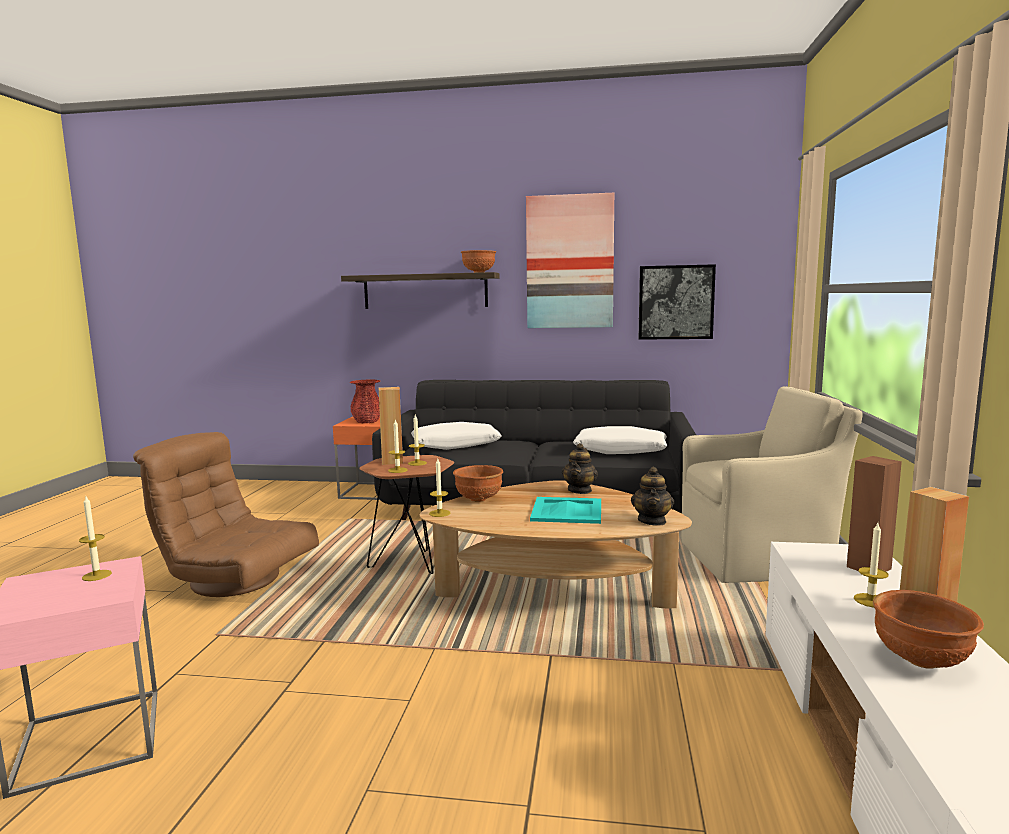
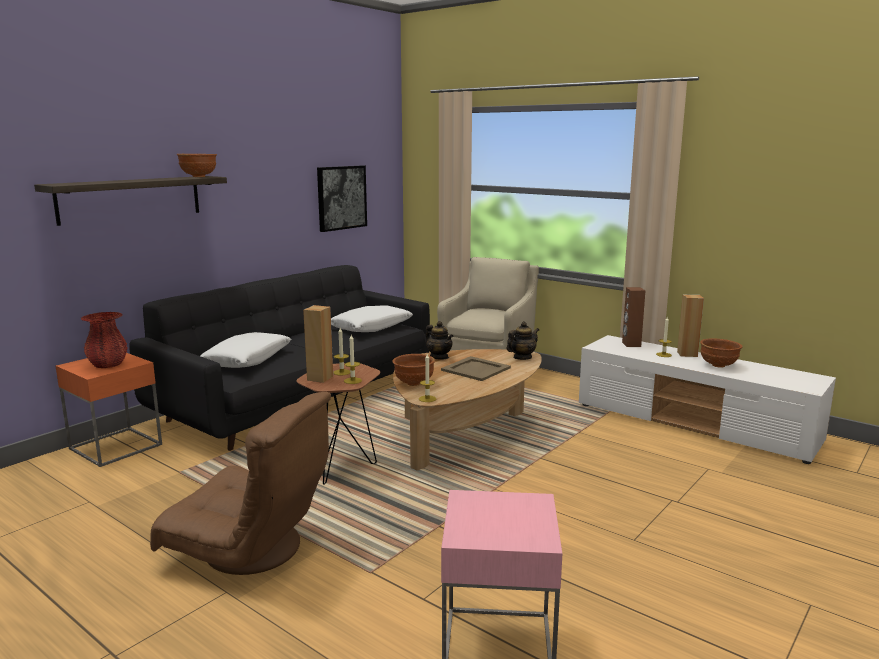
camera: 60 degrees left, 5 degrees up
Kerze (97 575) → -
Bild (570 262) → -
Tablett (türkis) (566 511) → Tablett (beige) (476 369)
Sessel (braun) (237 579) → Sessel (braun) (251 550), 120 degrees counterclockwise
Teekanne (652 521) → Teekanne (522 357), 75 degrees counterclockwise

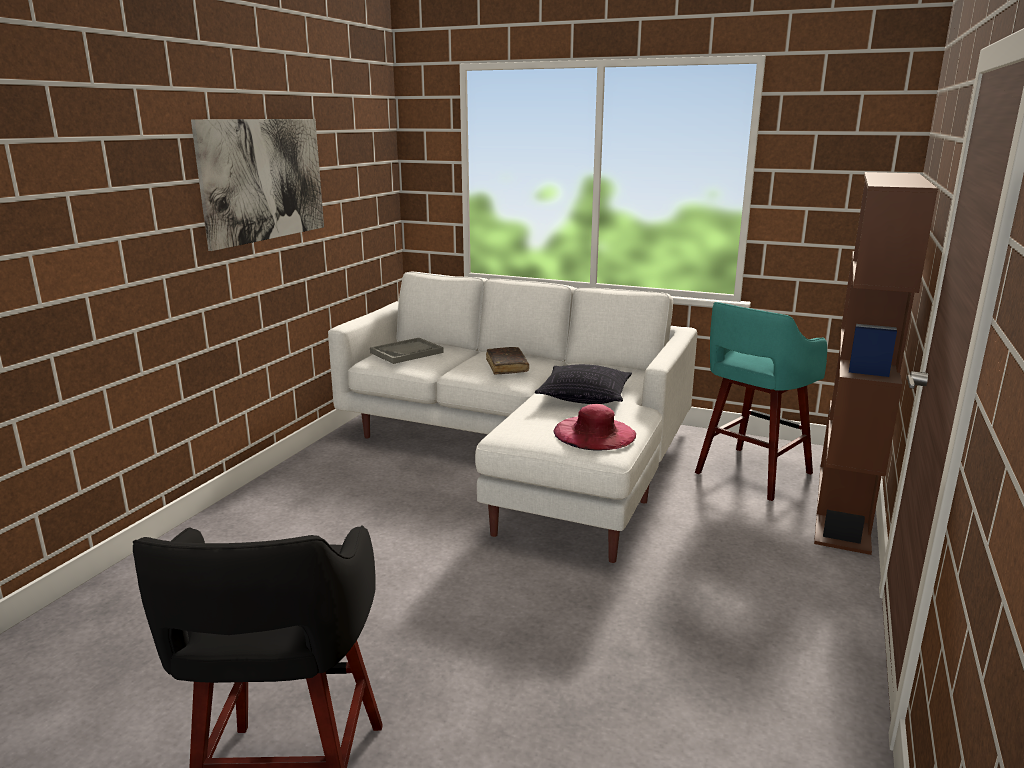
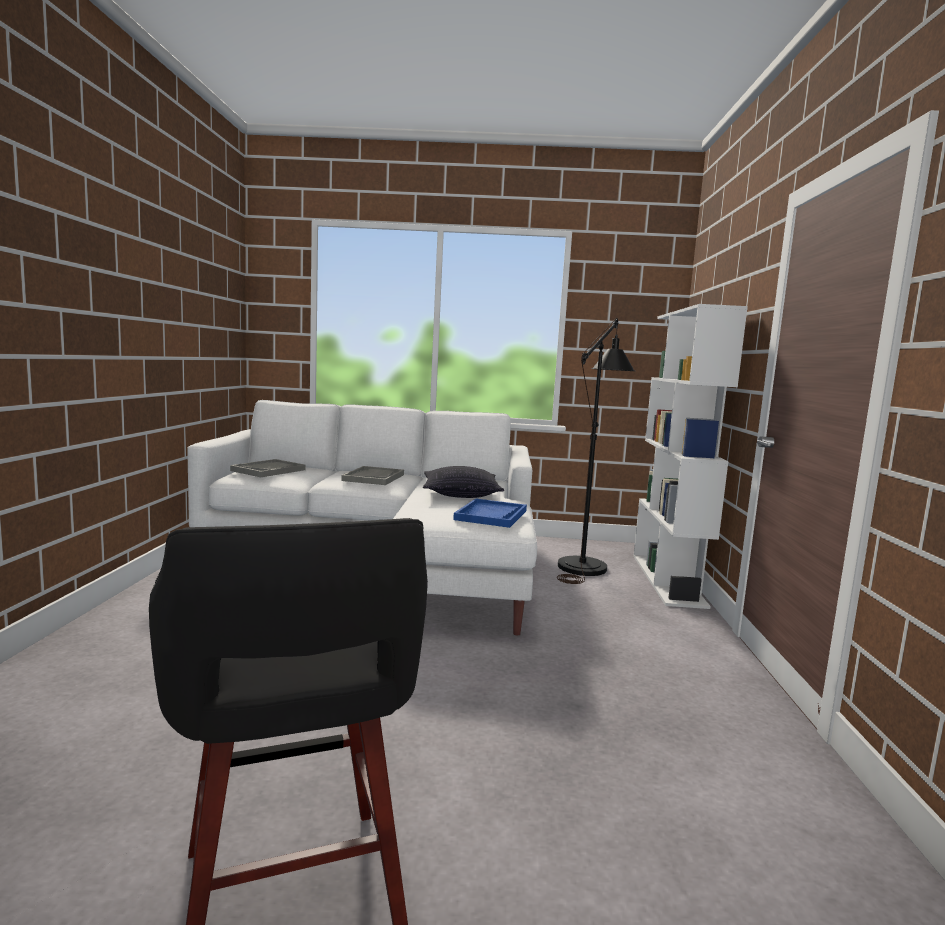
camera: 20 degrees left, 10 degrees down
Bild (264 180) → -
Buch (braun) (507 366) → Tablett (grau) (373 477)
Hut (rosa) (594 433) → Tablett (blau) (491 515)
Hocker (türkis) (751 474) → Stehlampe (schwarz) (586 563)
Bücherregal (braun) (844 507) → Bücherregal (weiß) (668 580)

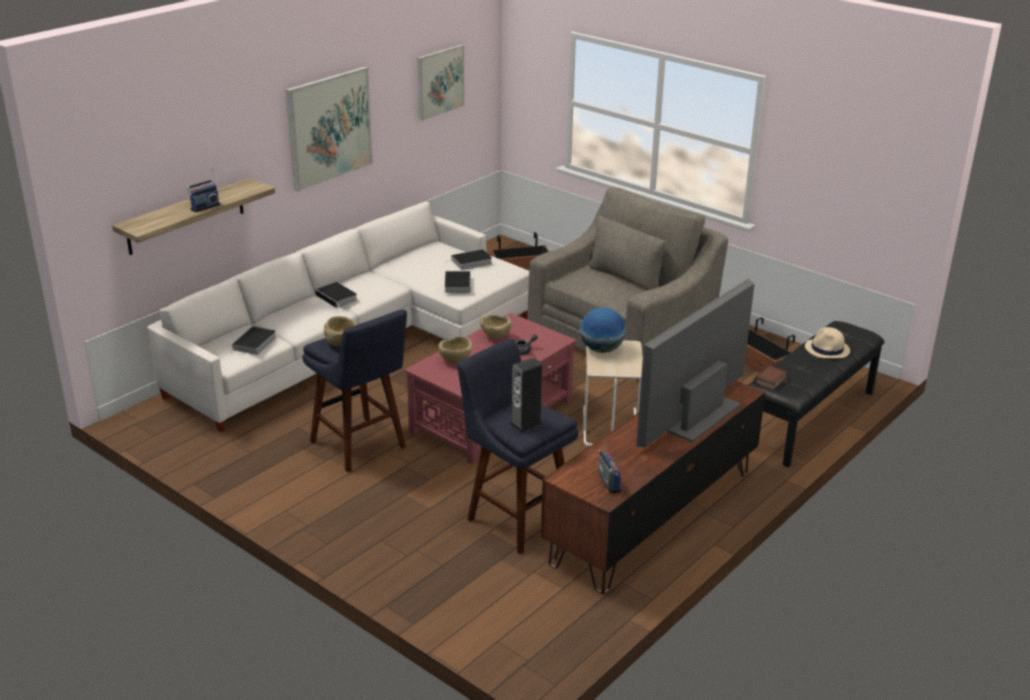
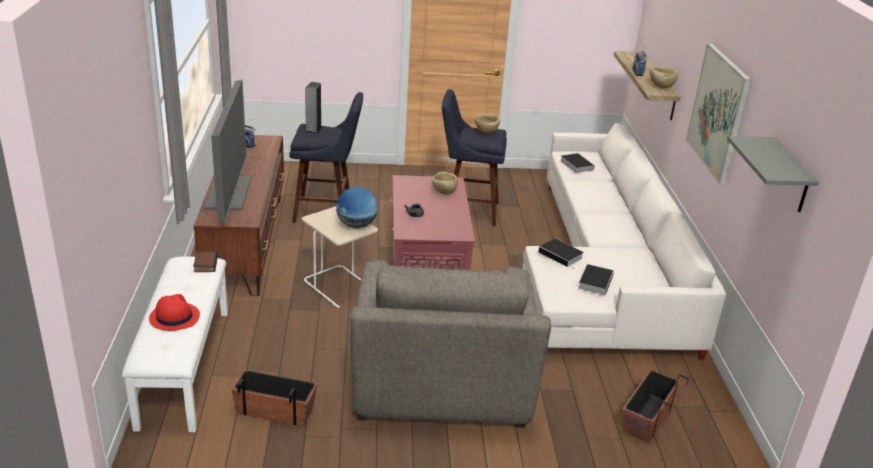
camera: 135 degrees right, 0 degrees up
Buch (337 298) → -
Schüssel (beige) (495 337) → Schüssel (beige) (660 86), relocated
Bild (440 82) → Wandregal (grau) (790 177)
Bank (schwarz) (809 419) → Bank (weiß) (183 366)
Hut (beige) (827 349) → Hut (rot) (174 317)

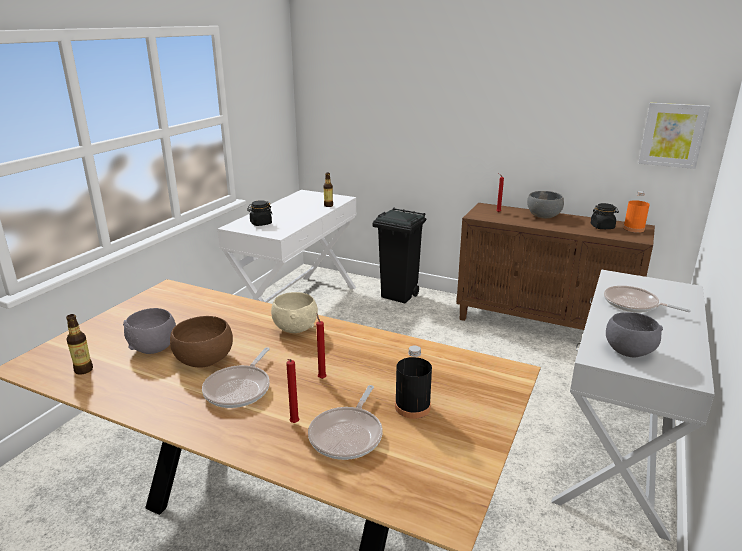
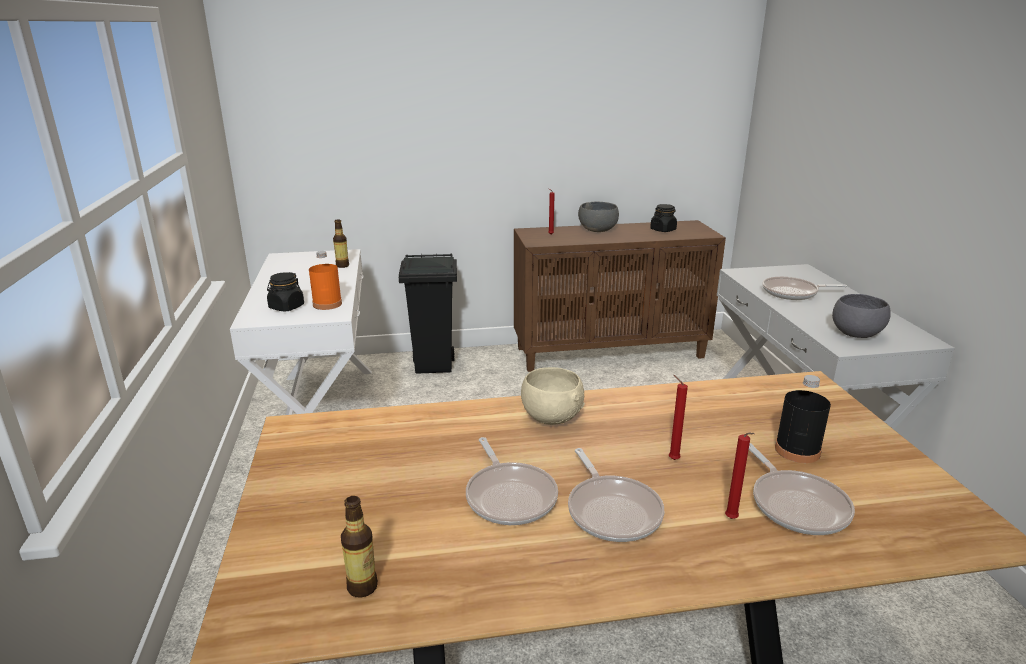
camera: 35 degrees left, 0 degrees up
Schüssel (grau) (154 348) → -
Bild (672 135) → -
Flasche (orange) (633 229) → Flasche (orange) (327 304), relocated
Schüssel (braun) (205 359) → Pfanne (509 496)

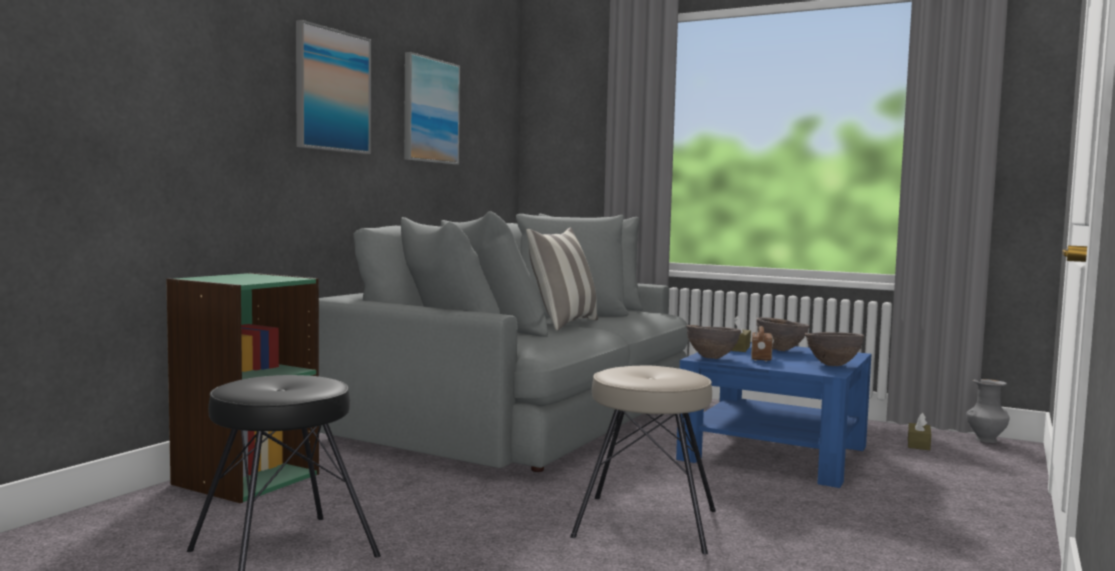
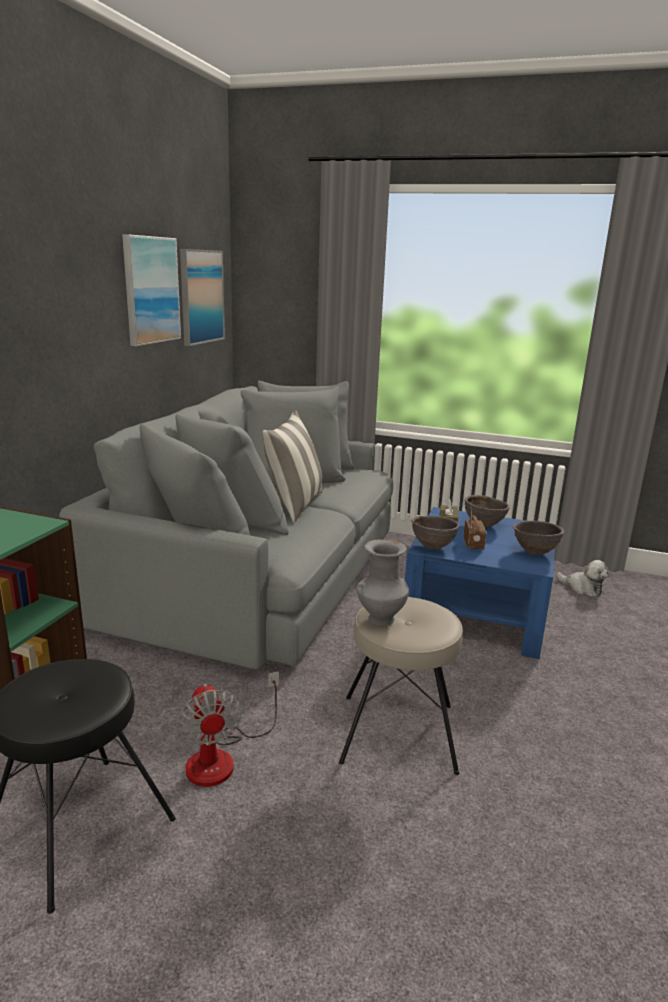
camera: 10 degrees left, 15 degrees up
- → Ventilator (222 757)
Bild (332 91) → Bild (201 297), relocated
Vase (grau) (985 440) → Vase (grau) (380 619), relocated
Taschentuchbox (braun) (918 444) → Plüschtier (582 588)

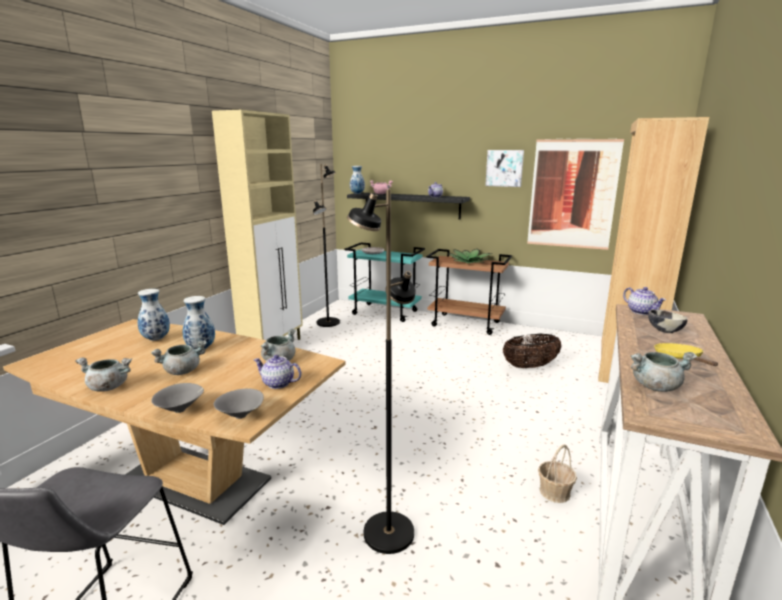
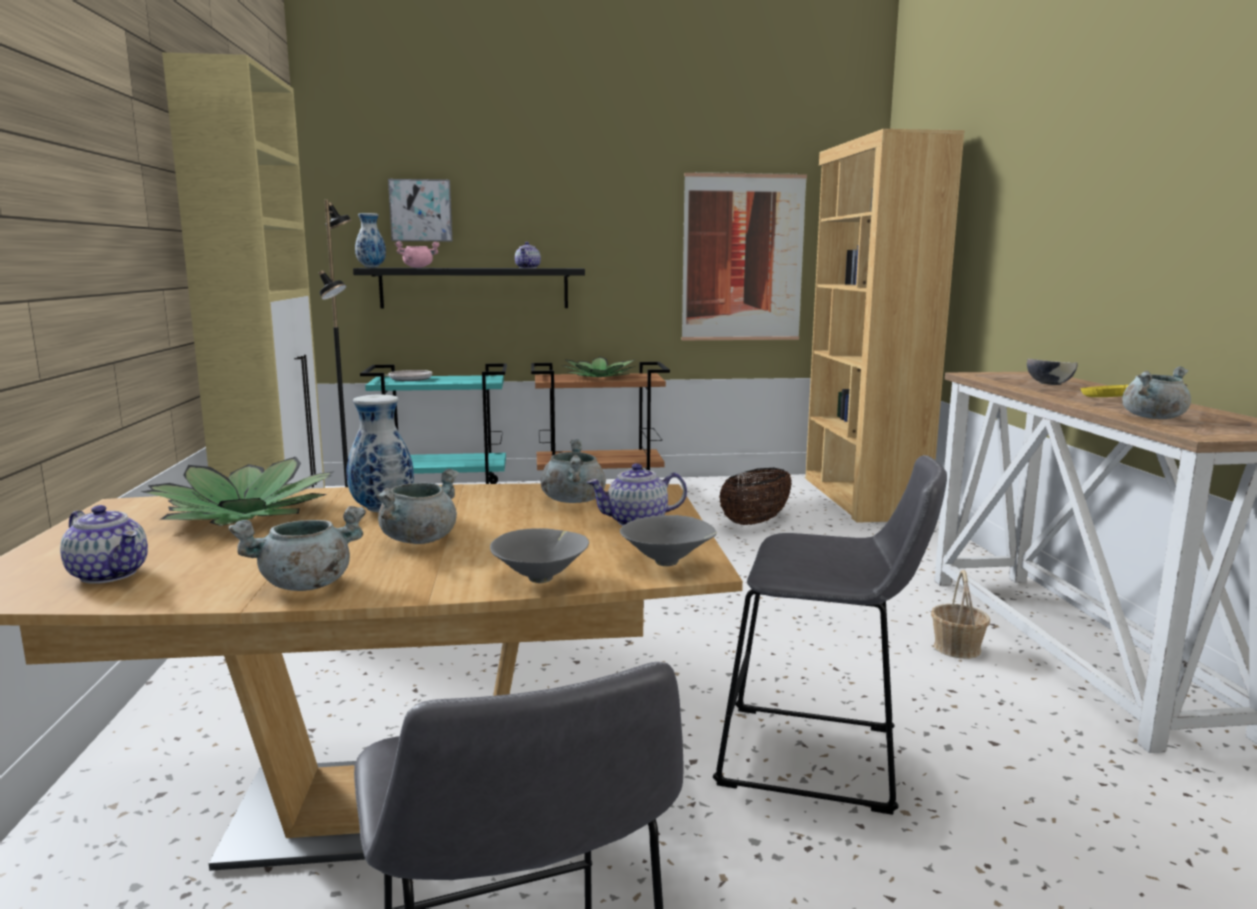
camera: 30 degrees left, 5 degrees down
Bild (504 168) → Bild (421 210), relocated
Teekanne (641 312) → Teekanne (110 574), relocated
Vase (157 339) → Topfpflanze (245 514)
Stehlampe (schwarz) (387 532) → Hocker (grau) (820 759)

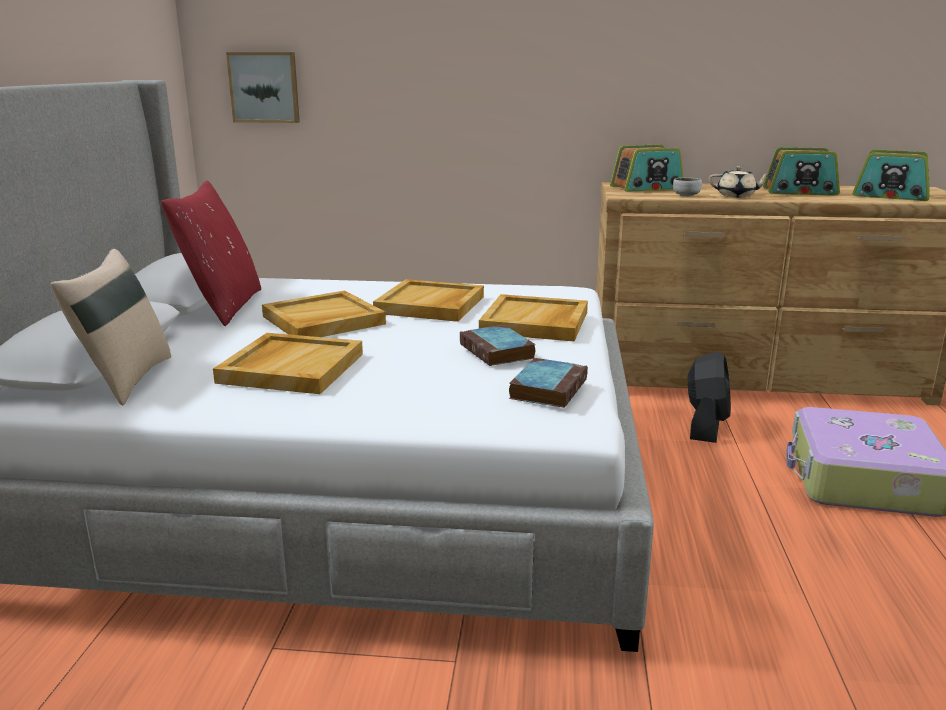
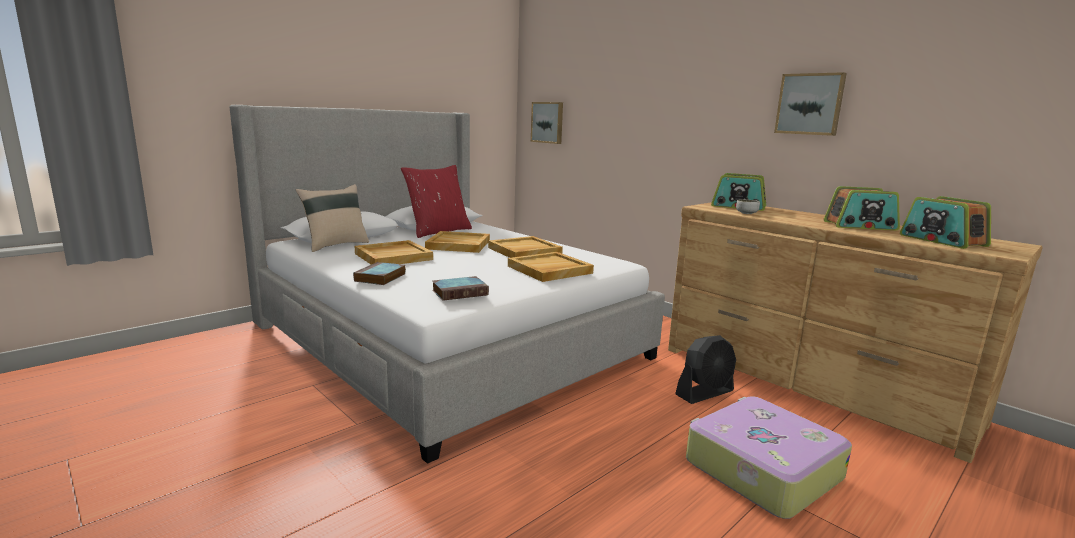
camera: 40 degrees right, 5 degrees down
Teekanne (beige) (736 195) → -
- → Bild (810 104)
Buch (498 351) → Buch (380 277), relocated
Radio (800 192) → Radio (860 226), 45 degrees counterclockwise

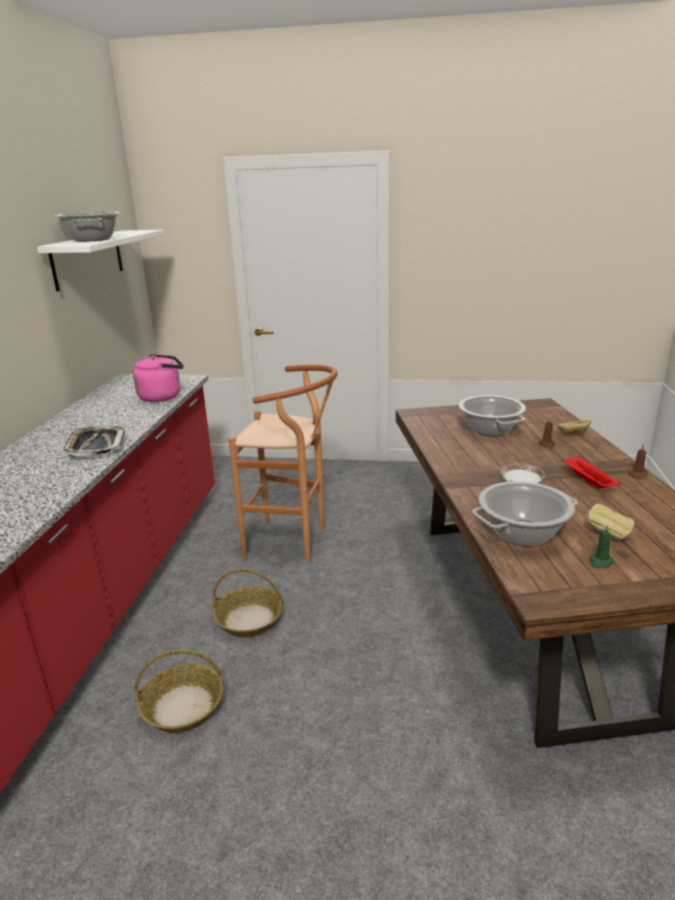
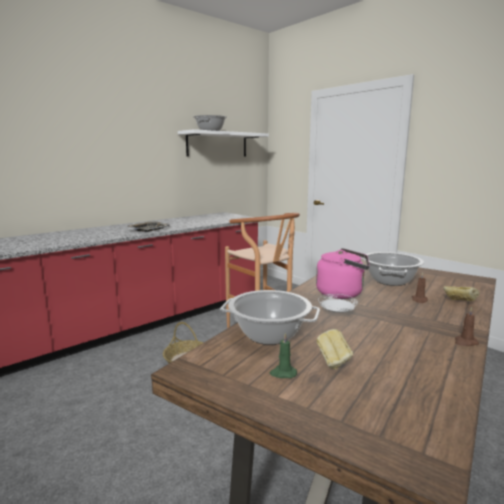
camera: 40 degrees right, 10 degrees down
Korb (182 707) → -
Tablett (rot) (587 481) → -
Wasserkessel (rosa) (162 396) → Wasserkessel (rosa) (342 293), relocated

